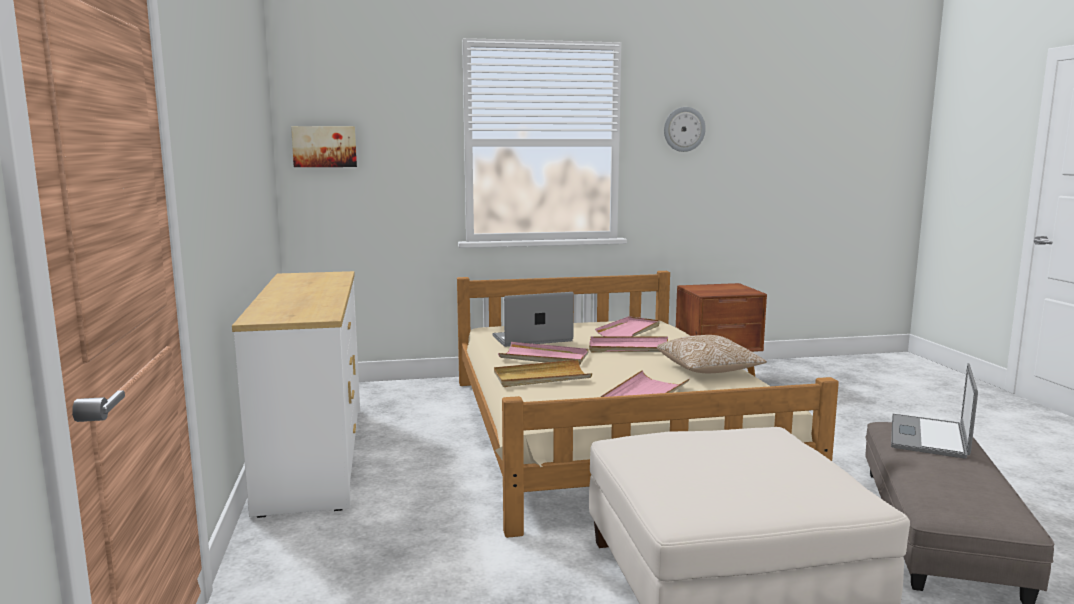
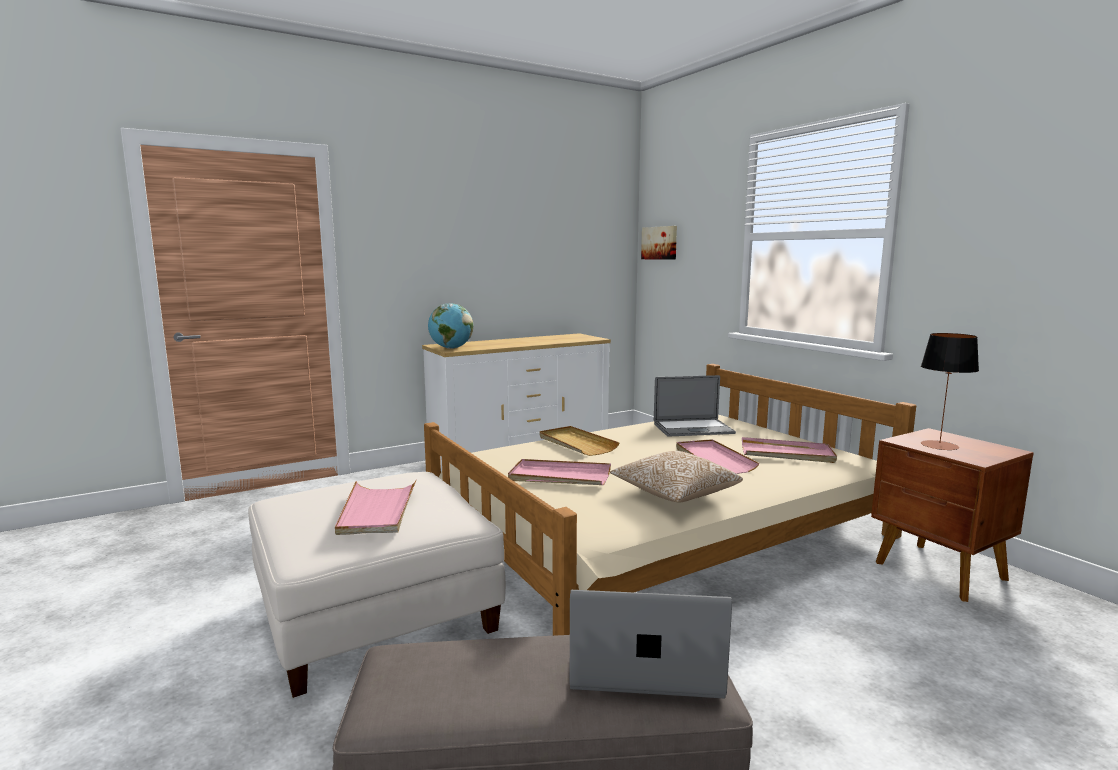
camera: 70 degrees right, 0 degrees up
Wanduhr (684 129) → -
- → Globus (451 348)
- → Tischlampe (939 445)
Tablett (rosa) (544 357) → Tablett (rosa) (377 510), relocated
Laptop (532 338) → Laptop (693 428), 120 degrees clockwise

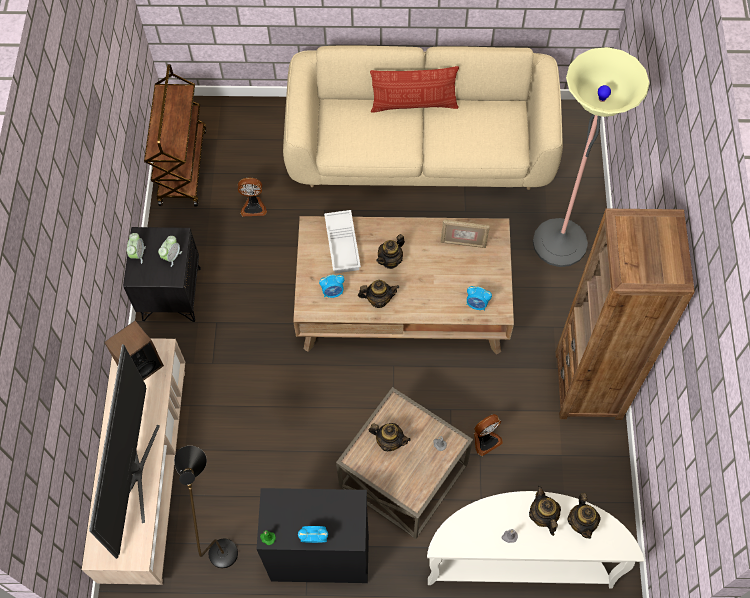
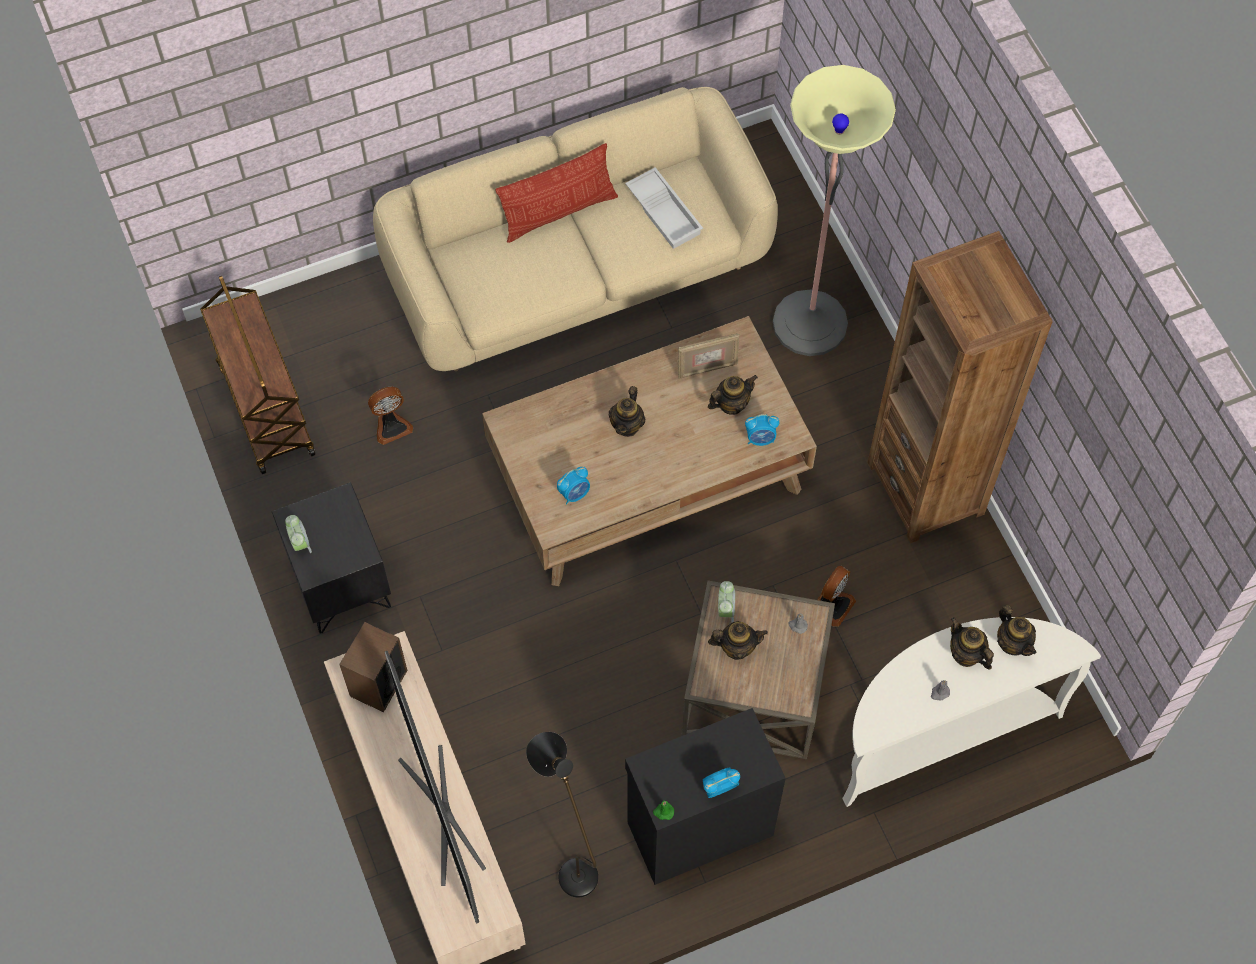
camera: 25 degrees left, 0 degrees up
Wecker (172 256) → Wecker (725 609), relocated
Tablett (weiß) (343 244) → Tablett (weiß) (665 212), relocated
Teekanne (378 299) → Teekanne (731 404), relocated

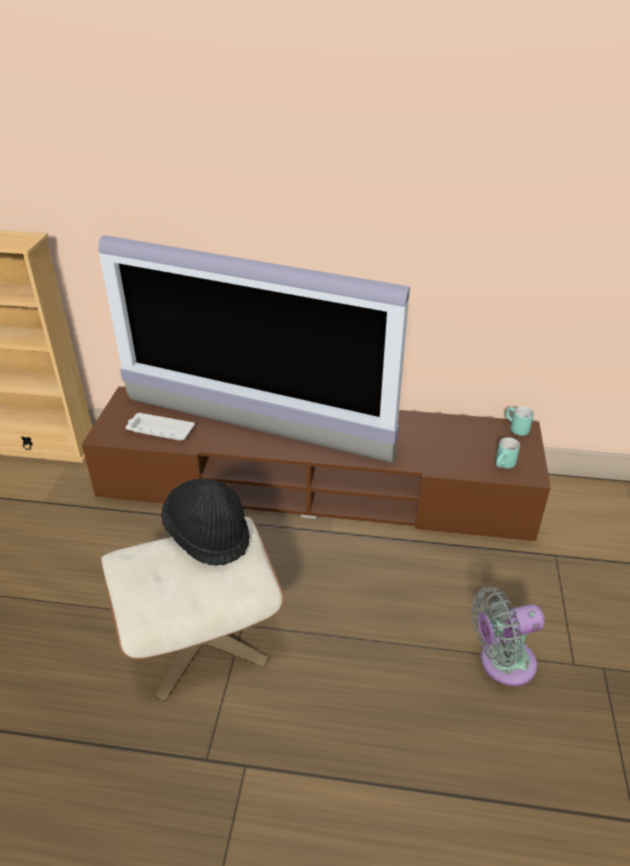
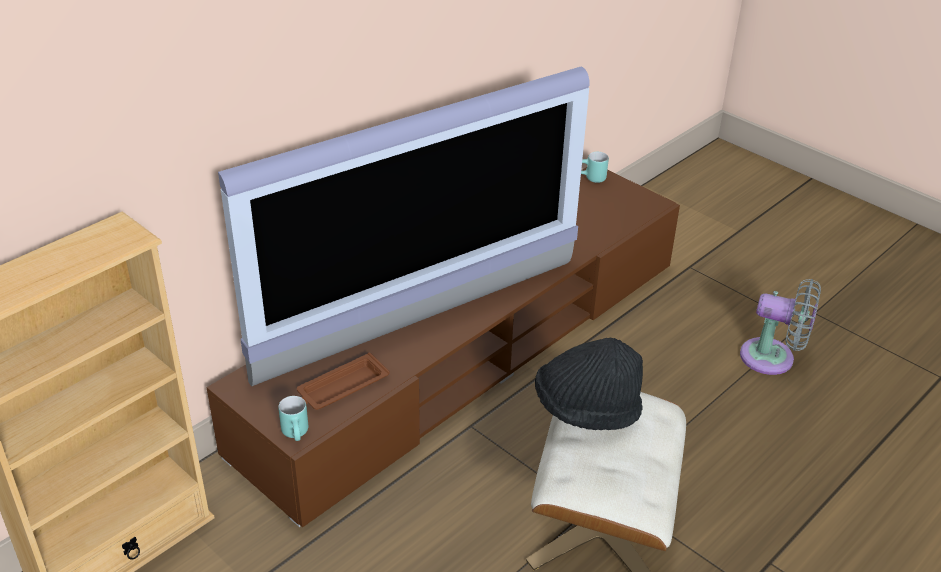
camera: 55 degrees left, 0 degrees up
Henkelbecher (türkis) (504 466) → Henkelbecher (türkis) (298 434), relocated
Tablett (weiß) (159 430) → Tablett (braun) (342 387)
Ventilator (grau) (501 663) → Ventilator (grau) (773 358), 90 degrees counterclockwise

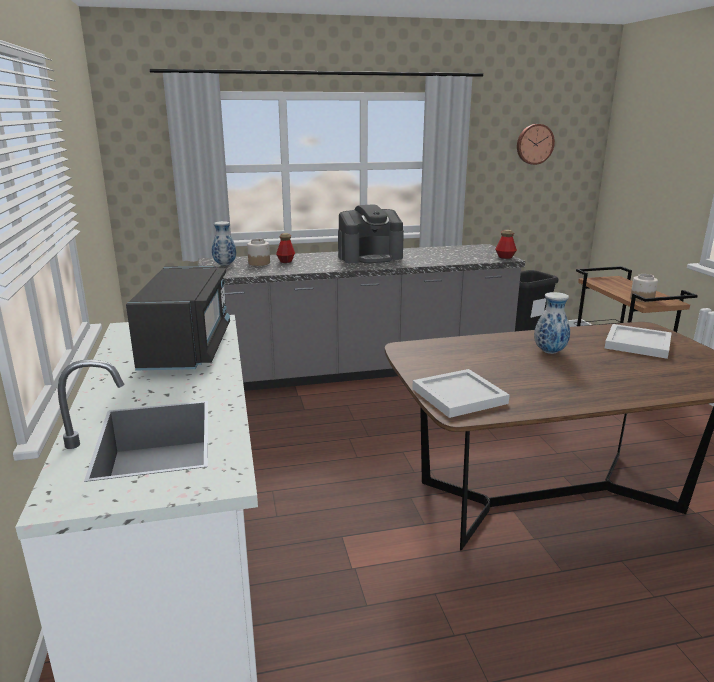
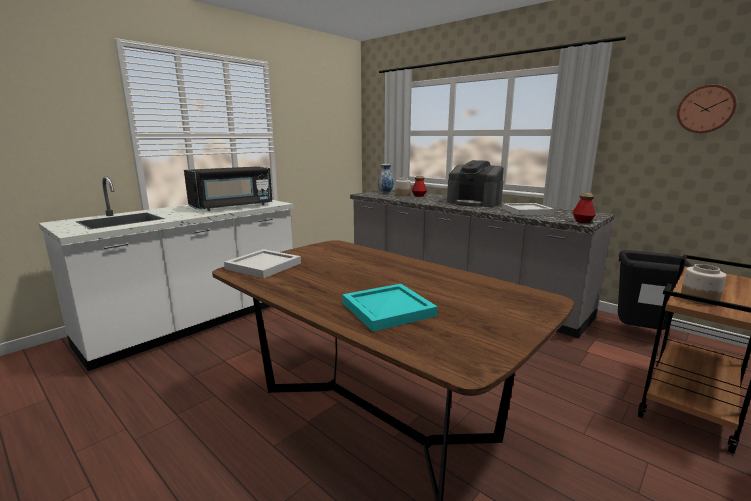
camera: 55 degrees right, 5 degrees down
Vase (549 351) → -
- → Tablett (türkis) (387 310)
Tablett (weiß) (638 344) → Tablett (weiß) (526 211), relocated

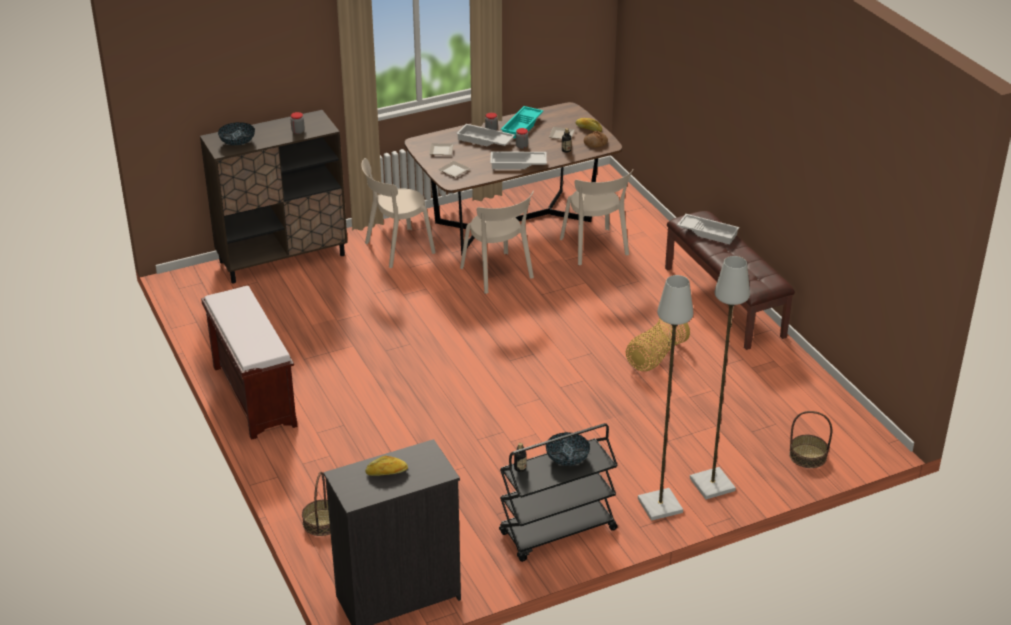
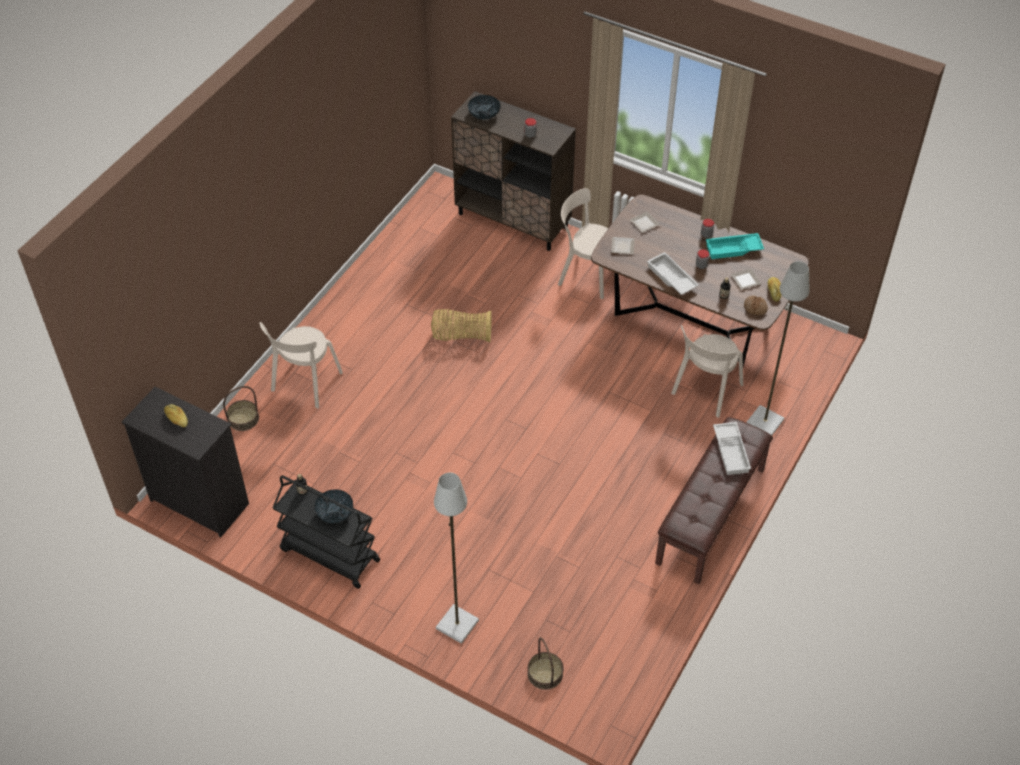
camera: 55 degrees right, 15 degrees up
Bank (braun) (253 395) → -
Tablett (weiß) (484 140) → -
Stuhl (beige) (498 274) → Stuhl (beige) (305 384), relocated
Korb (655 357) → Korb (461 335), relocated
Stehlampe (grau) (659 506) → Stehlampe (grau) (764 422), relocated

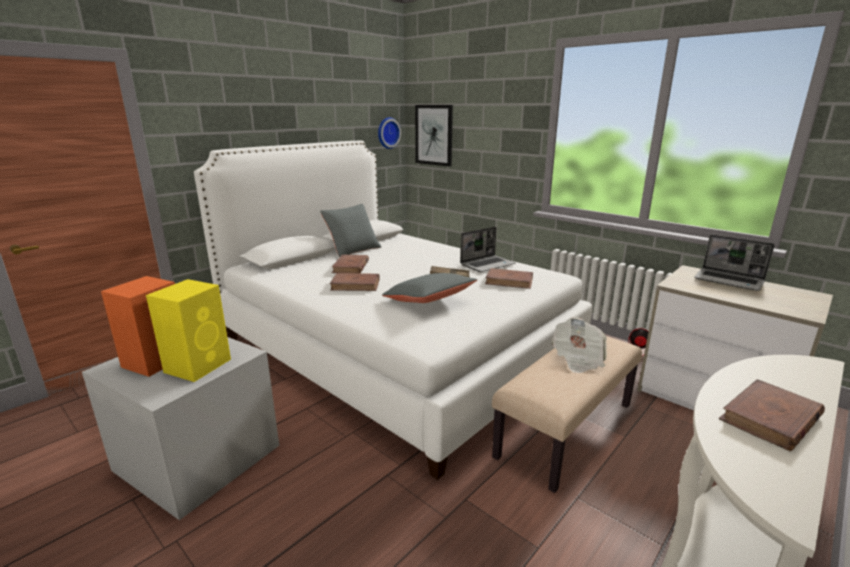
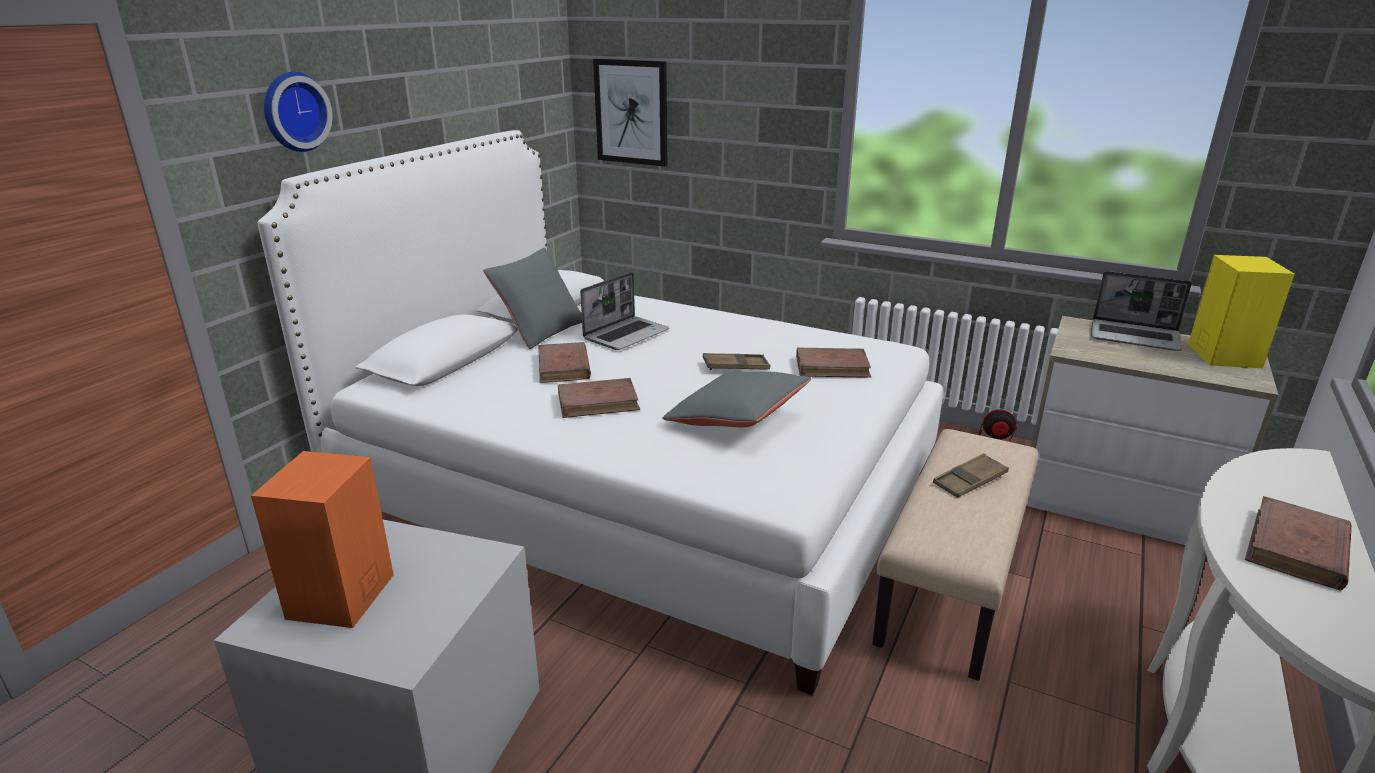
camera: 15 degrees left, 5 degrees up
Lautsprecher (gelb) (199 365) → Lautsprecher (gelb) (1223 355), relocated
Wanduhr (387 133) → Wanduhr (293 111), relocated
Laptop (487 264) → Laptop (626 334), relocated
Zeitung (577 359) → Tablett (braun) (970 480)

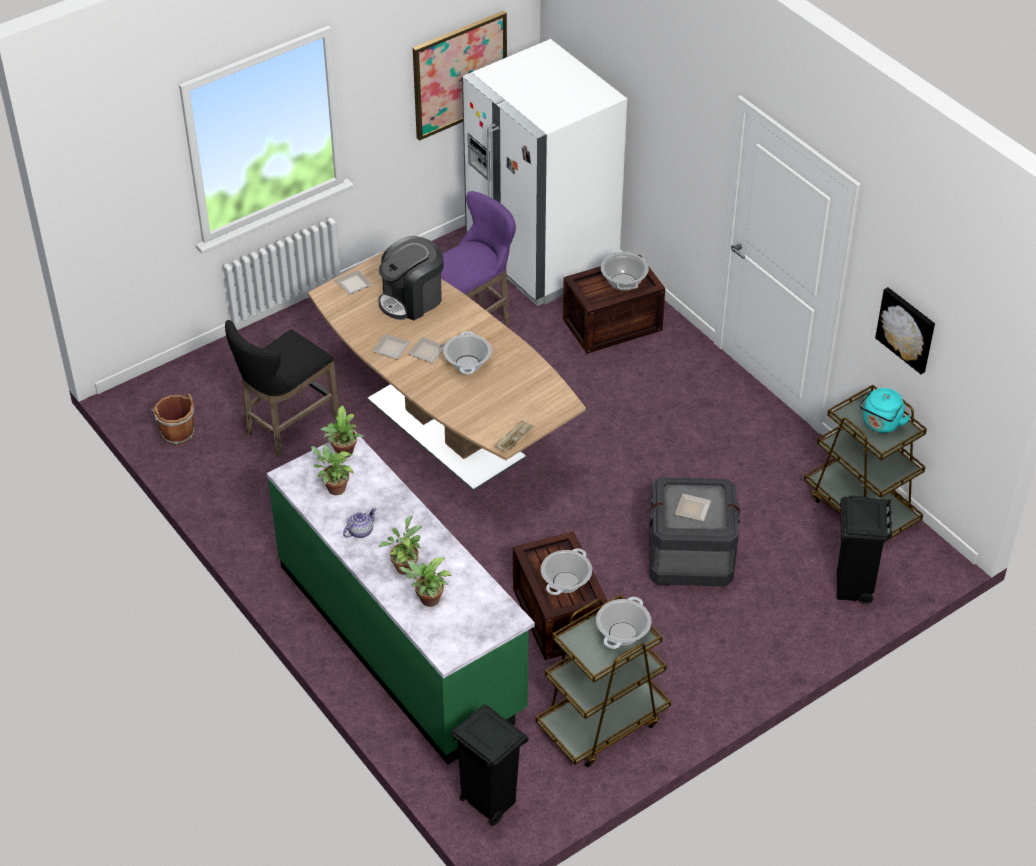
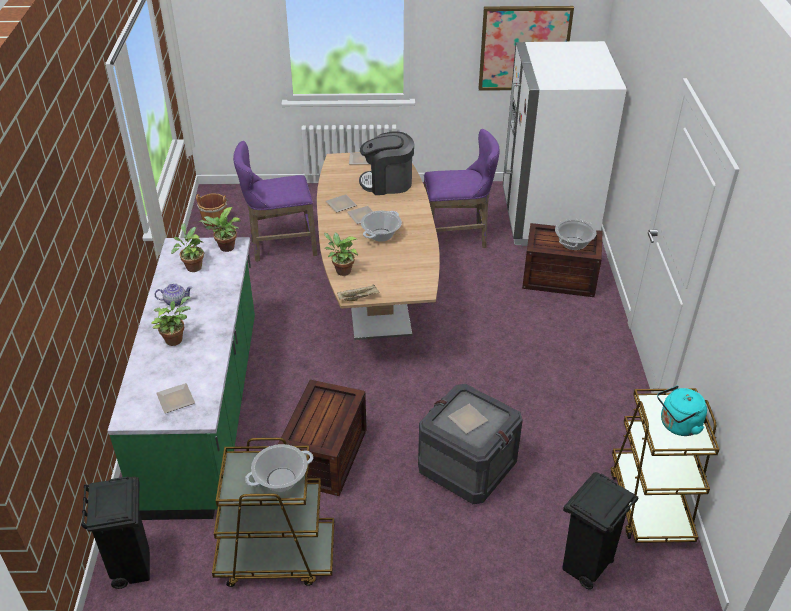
camera: 35 degrees right, 5 degrees down
Kochtopf (566 582) → -
Bild (907 329) → -
- → Teller (176 398)
Topfpflanze (427 600) → Topfpflanze (341 271), relocated
Hocker (schwarz) (287 427) → Hocker (lila) (279 247)

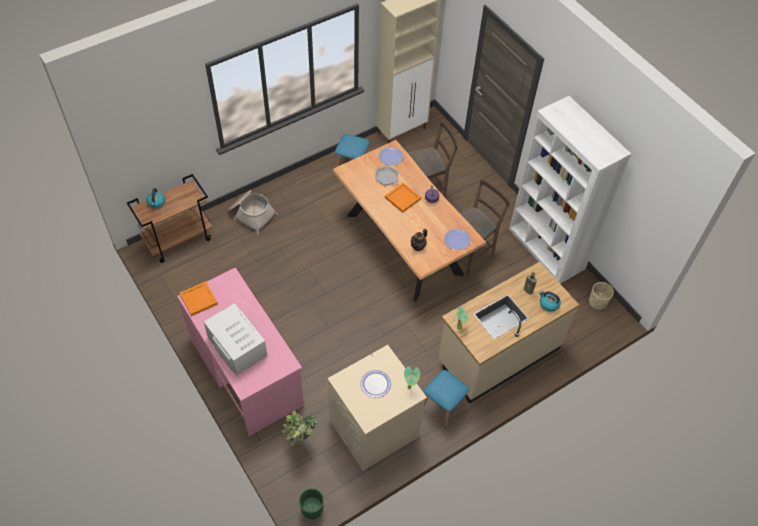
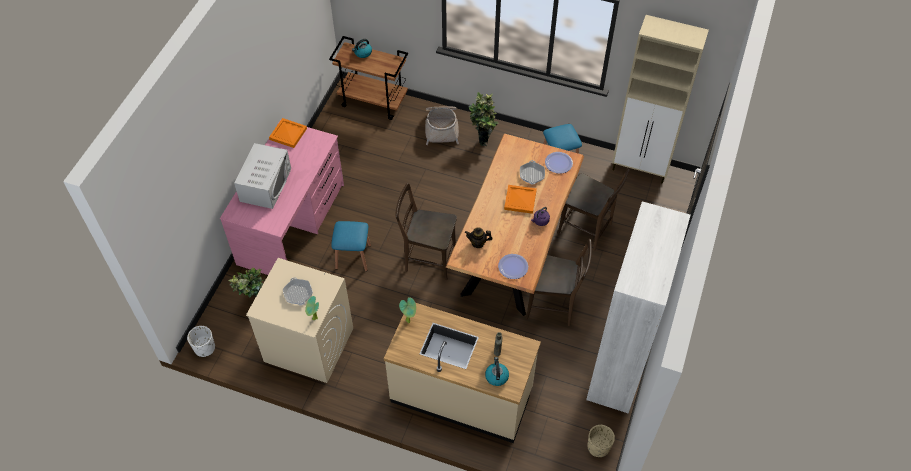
camera: 55 degrees right, 0 degrees up
- → Stuhl (braun) (427 258)
- → Topfpflanze (483 137)
Hocker (blau) (443 407) → Hocker (blau) (353 257), relocated
Teller (375 384) → Pfanne (298 293)
Pflanzkübel (grün) (312 508) → Pflanzkübel (weiß) (204 348)

